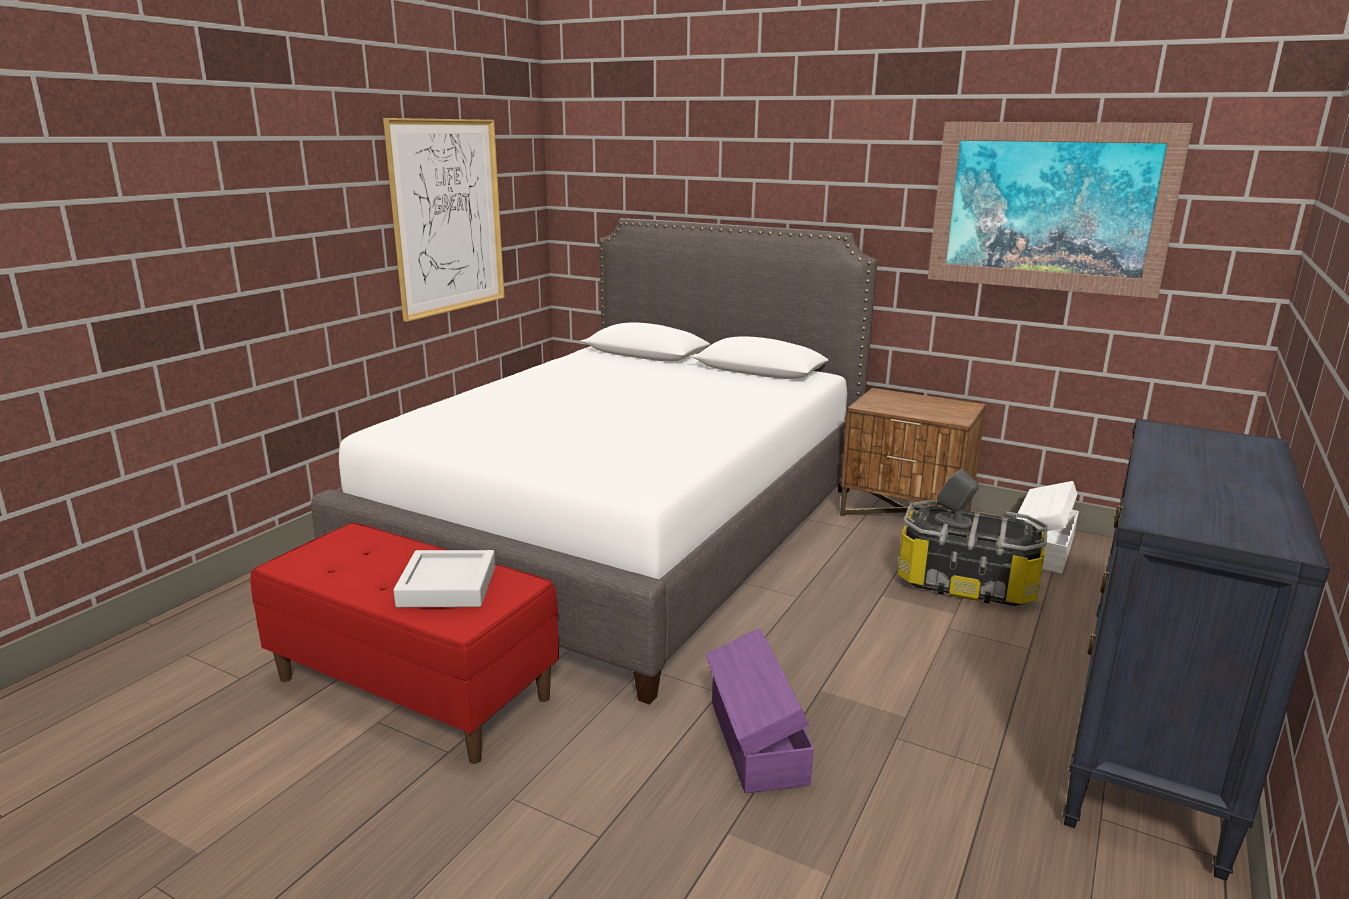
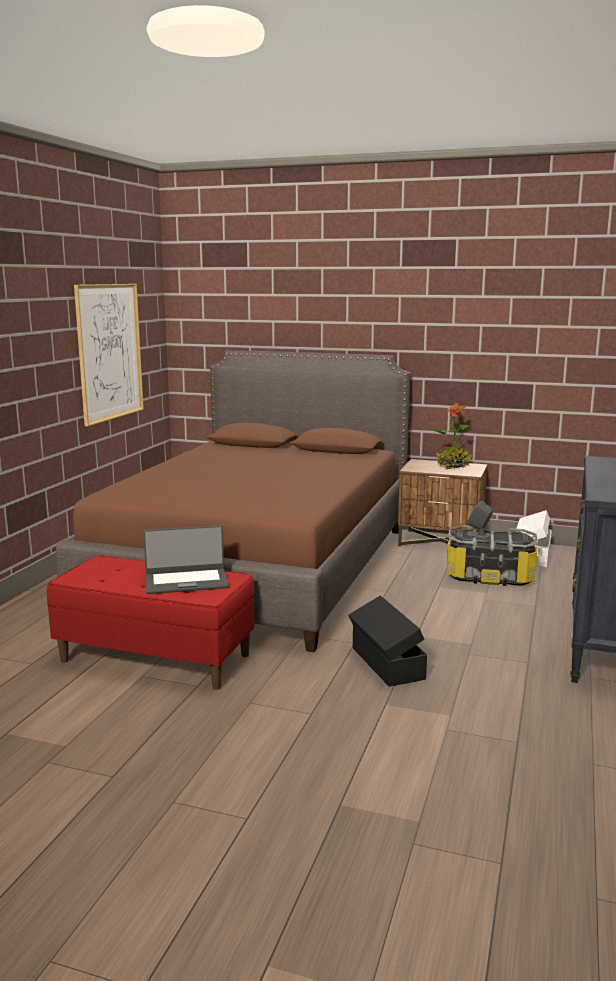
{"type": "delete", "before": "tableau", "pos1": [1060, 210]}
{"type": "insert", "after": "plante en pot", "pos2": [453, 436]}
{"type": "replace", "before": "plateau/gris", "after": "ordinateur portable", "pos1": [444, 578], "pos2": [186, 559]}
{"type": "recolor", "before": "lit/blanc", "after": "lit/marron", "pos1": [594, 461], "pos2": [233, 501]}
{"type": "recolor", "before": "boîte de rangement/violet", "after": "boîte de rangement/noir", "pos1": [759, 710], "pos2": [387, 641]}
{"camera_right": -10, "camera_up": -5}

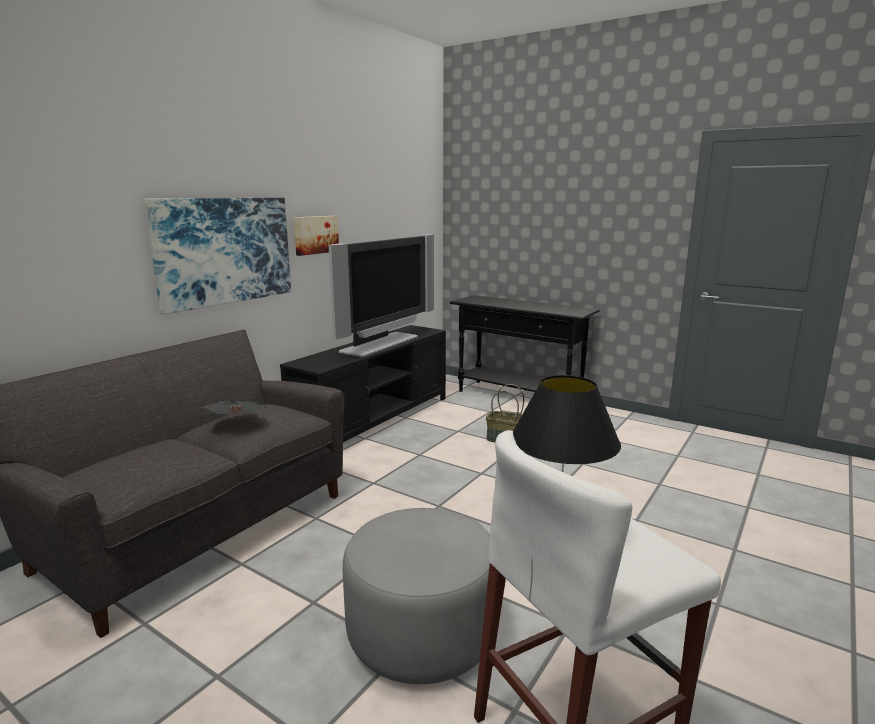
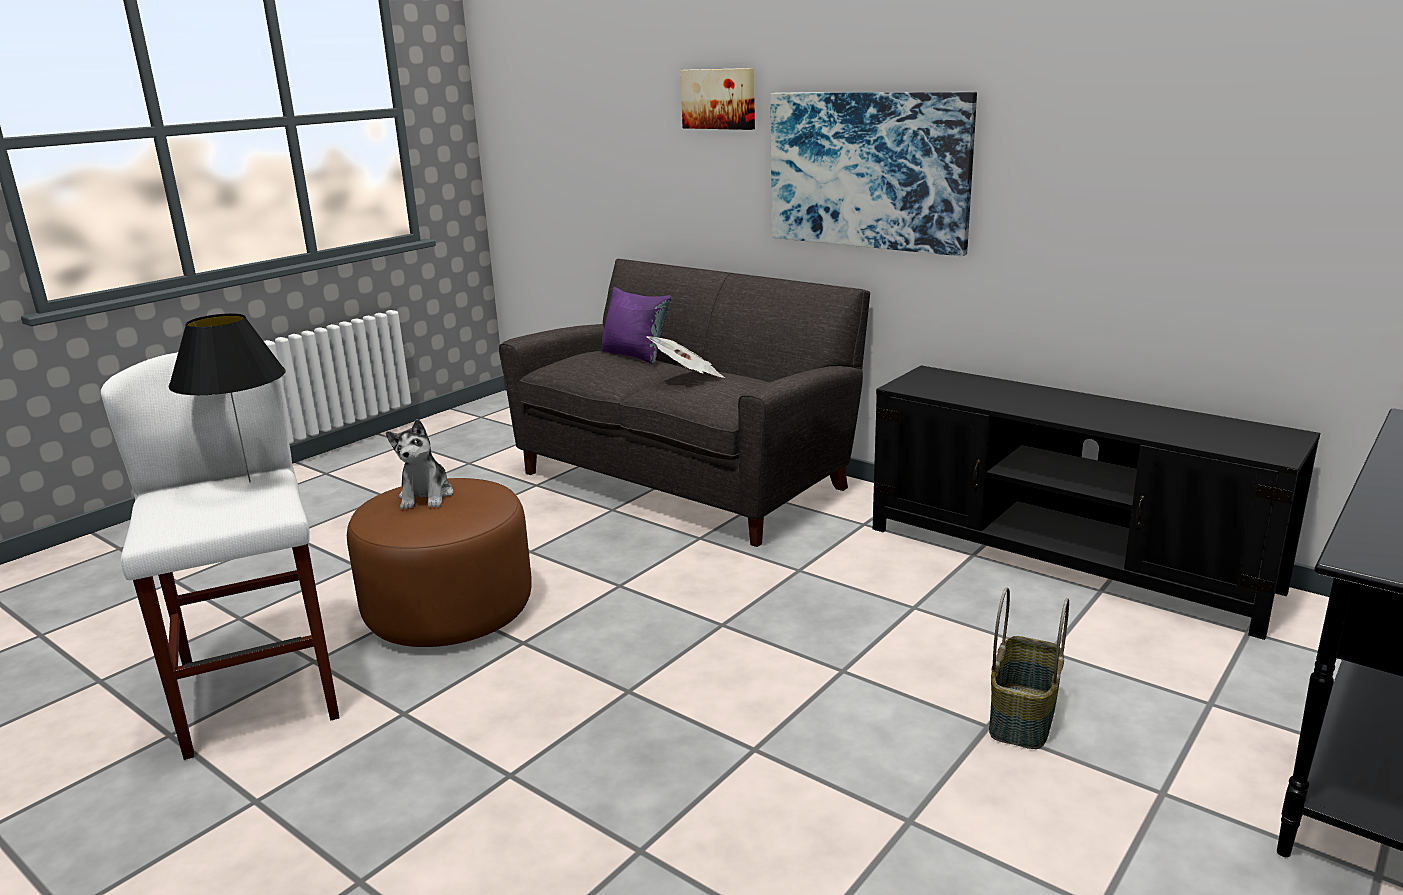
{"type": "delete", "before": "téléviseur", "pos1": [381, 295]}
{"type": "insert", "after": "peluche", "pos2": [419, 464]}
{"type": "insert", "after": "coussin/violet", "pos2": [636, 325]}
{"type": "move", "before": "tableau", "pos1": [316, 236], "pos2": [717, 99]}
{"type": "recolor", "before": "pouf/gris", "after": "pouf/marron", "pos1": [416, 596], "pos2": [439, 562]}
{"camera_right": 95, "camera_up": 5}

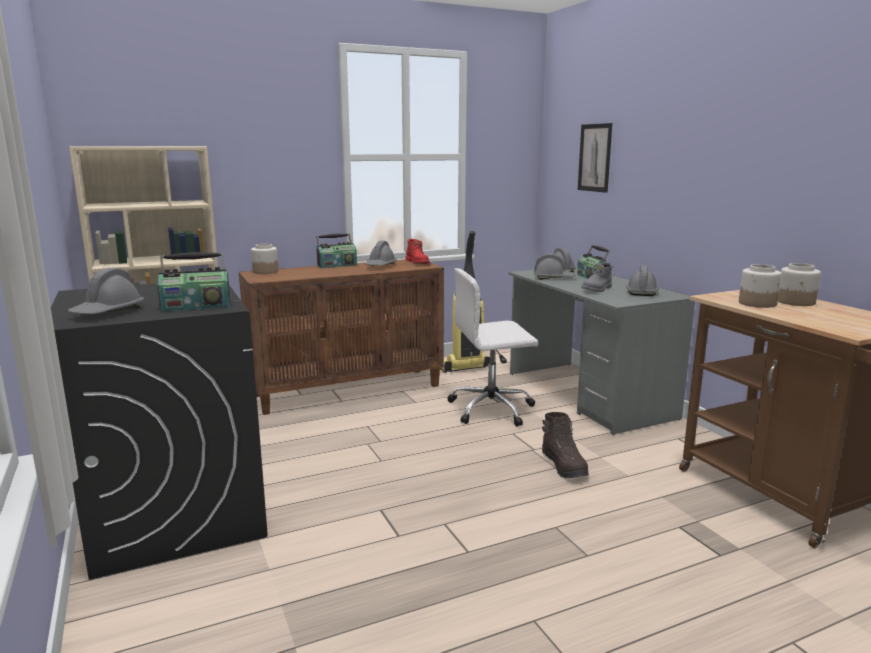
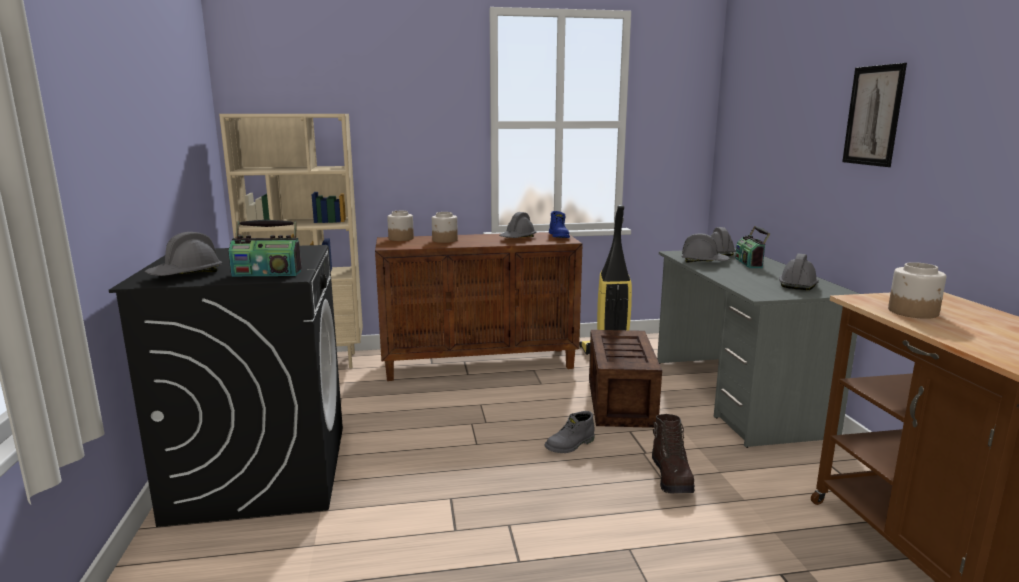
{"type": "delete", "before": "radio", "pos1": [336, 251]}
{"type": "move", "before": "tableau", "pos1": [595, 158], "pos2": [874, 115]}
{"type": "move", "before": "botte/gris", "pos1": [597, 277], "pos2": [569, 432]}
{"type": "move", "before": "bocal", "pos1": [799, 284], "pos2": [445, 227]}
{"type": "replace", "before": "chaise de bureau/blanc", "after": "caisse", "pos1": [493, 347], "pos2": [625, 379]}
{"type": "recolor", "before": "botte/rouge", "after": "botte/bleu", "pos1": [417, 251], "pos2": [559, 224]}
{"camera_right": 15, "camera_up": 0}

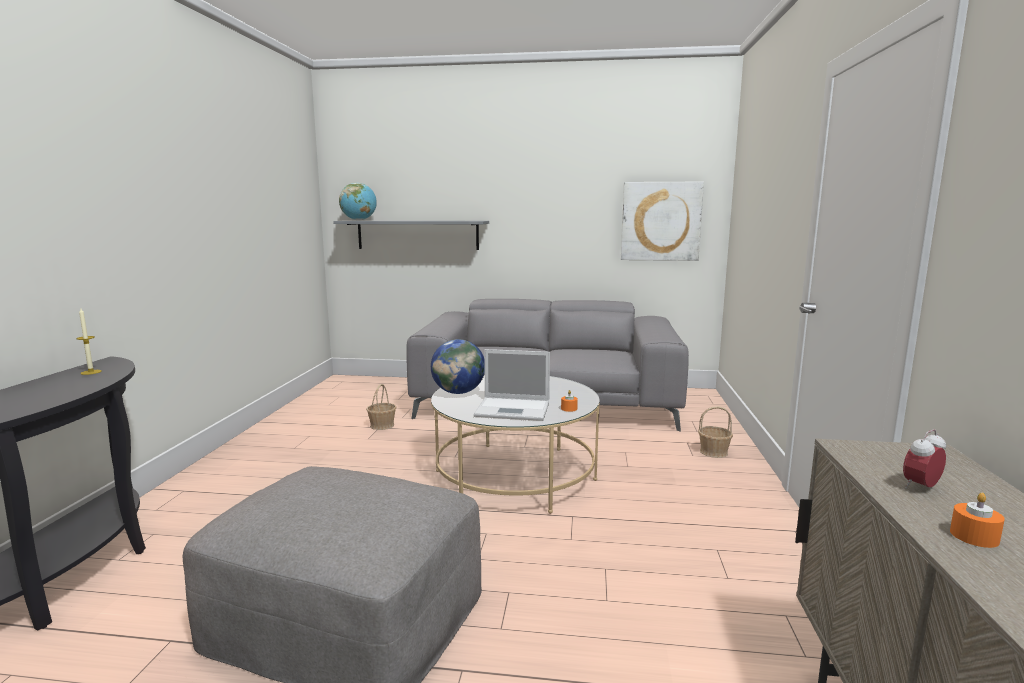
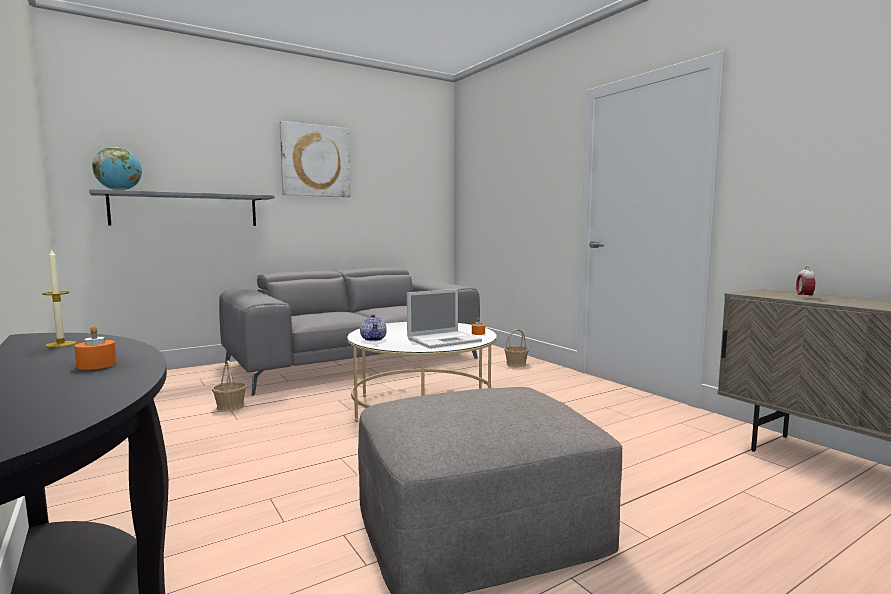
{"type": "move", "before": "tableau", "pos1": [662, 221], "pos2": [315, 159]}
{"type": "move", "before": "bougie/orange", "pos1": [977, 520], "pos2": [96, 348]}
{"type": "replace", "before": "globe", "after": "théière", "pos1": [458, 366], "pos2": [373, 327]}
{"camera_right": -40, "camera_up": -5}

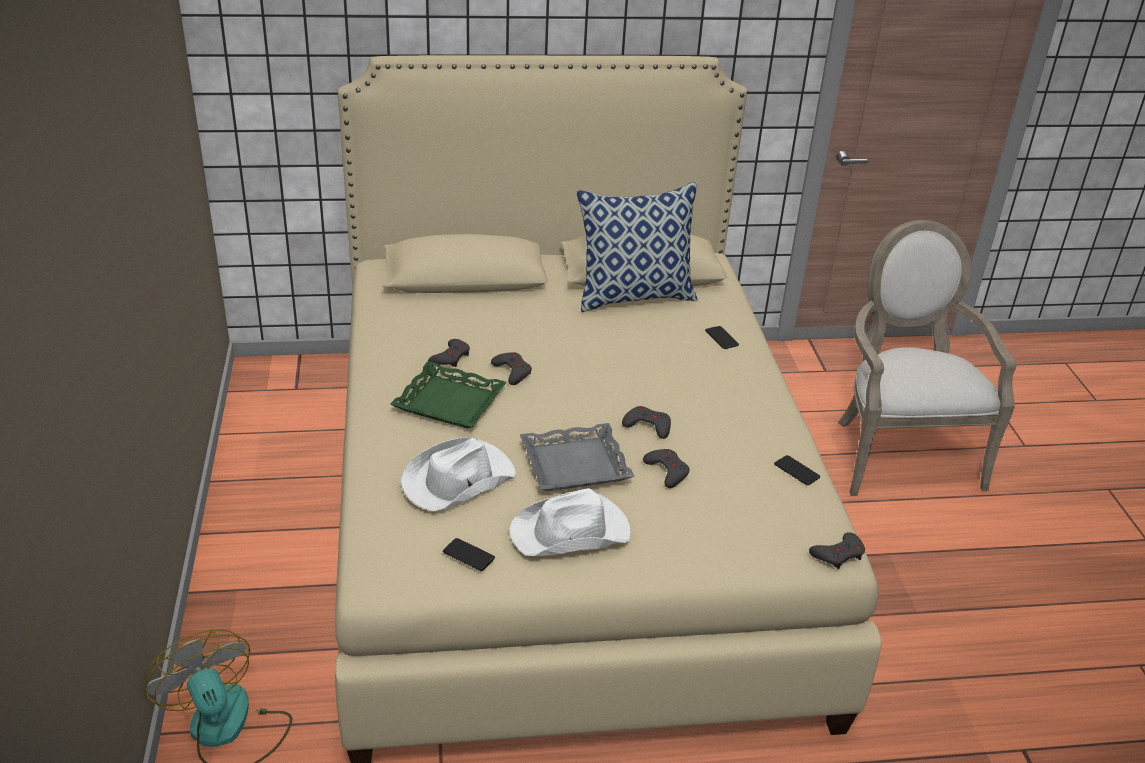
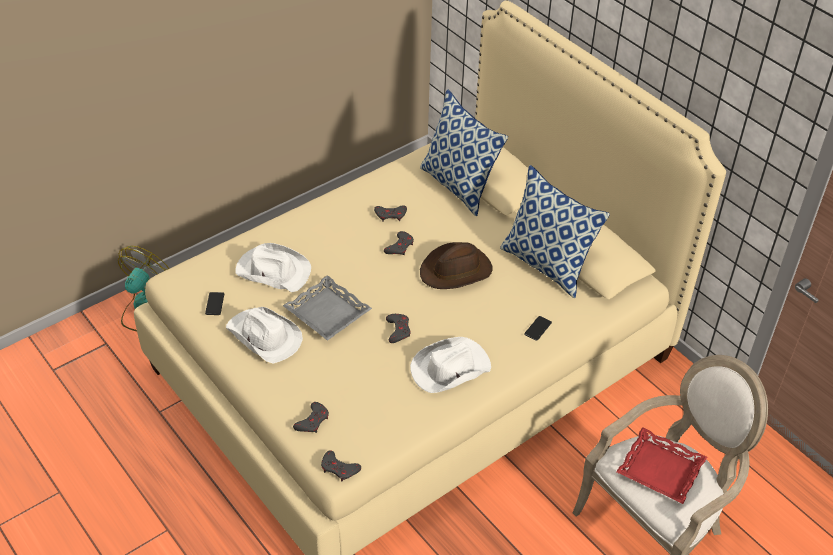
{"type": "delete", "before": "plateau/vert", "pos1": [449, 394]}
{"type": "delete", "before": "téléphone", "pos1": [797, 470]}
{"type": "insert", "after": "chapeau/blanc", "pos2": [450, 365]}
{"type": "insert", "after": "coussin", "pos2": [464, 152]}
{"type": "insert", "after": "chapeau/marron", "pos2": [456, 265]}
{"type": "insert", "after": "plateau/rouge", "pos2": [661, 465]}
{"type": "move", "before": "manette/gris", "pos1": [666, 468], "pos2": [311, 417]}
{"camera_right": 60, "camera_up": 10}

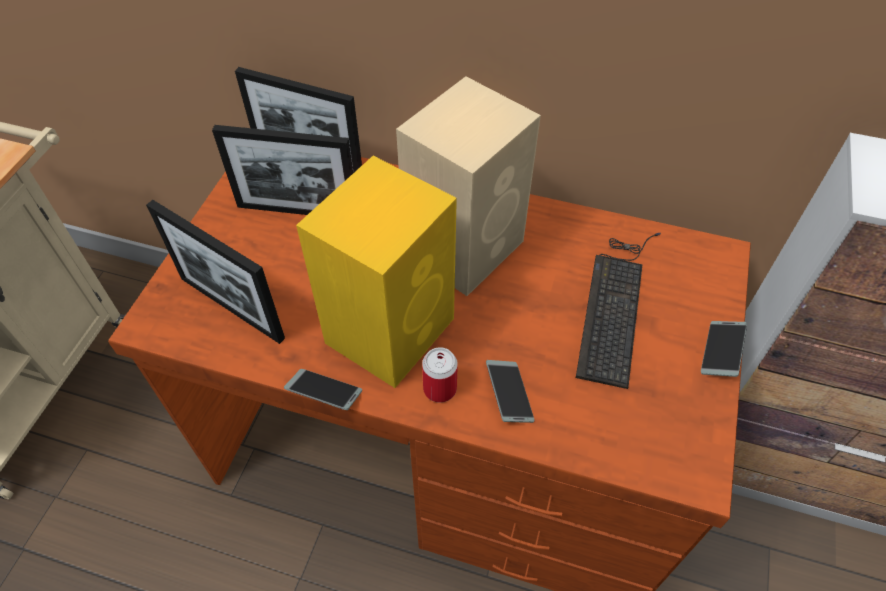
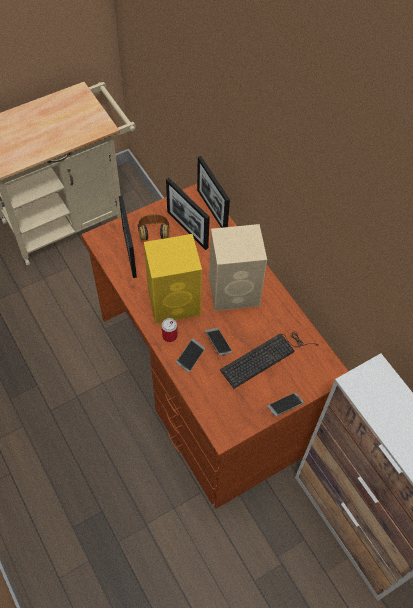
{"type": "insert", "after": "casque audio", "pos2": [153, 227]}
{"type": "move", "before": "téléphone", "pos1": [323, 389], "pos2": [218, 342]}
{"camera_right": 40, "camera_up": 5}

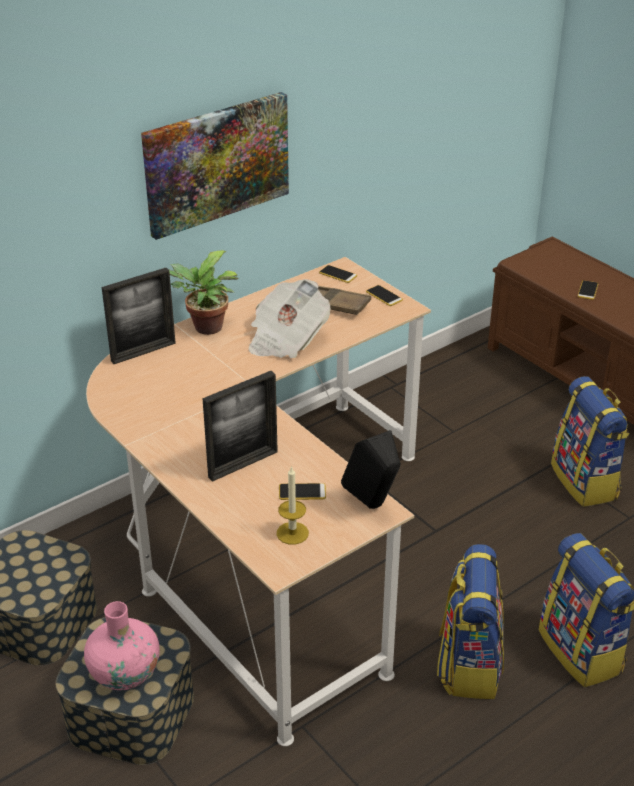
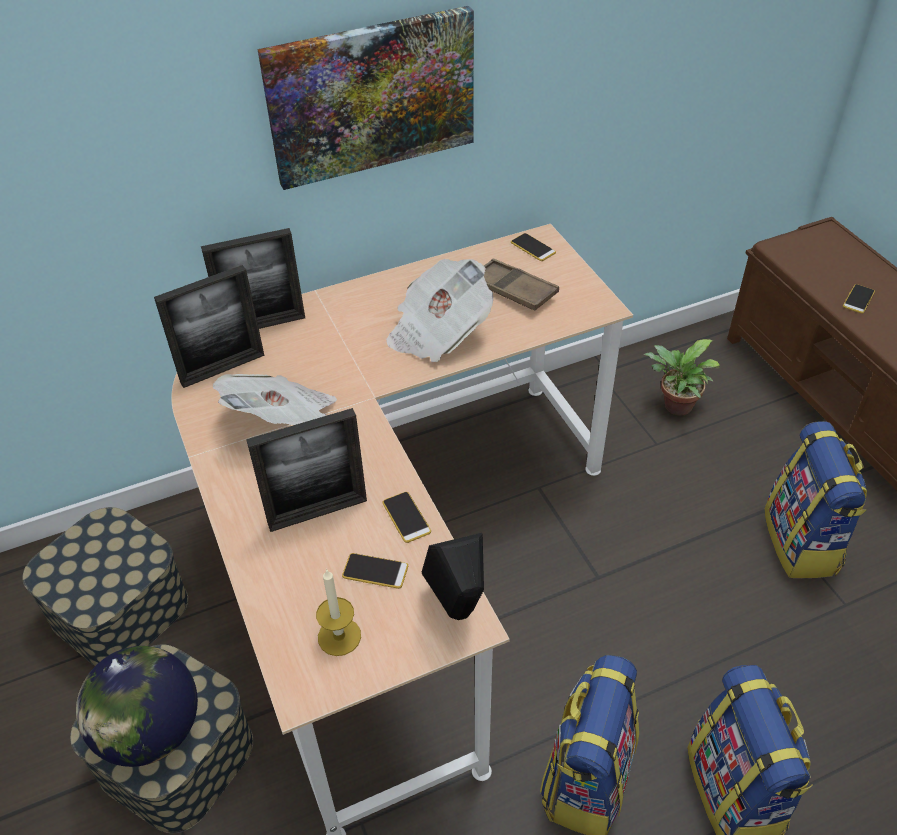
{"type": "insert", "after": "cadre photo", "pos2": [209, 326]}
{"type": "insert", "after": "journal", "pos2": [275, 399]}
{"type": "move", "before": "plante en pot", "pos1": [203, 292], "pos2": [681, 377]}
{"type": "move", "before": "téléphone", "pos1": [384, 295], "pos2": [406, 517]}
{"type": "replace", "before": "vase/rose", "after": "globe", "pos1": [122, 645], "pos2": [137, 706]}
{"camera_right": 15, "camera_up": 10}

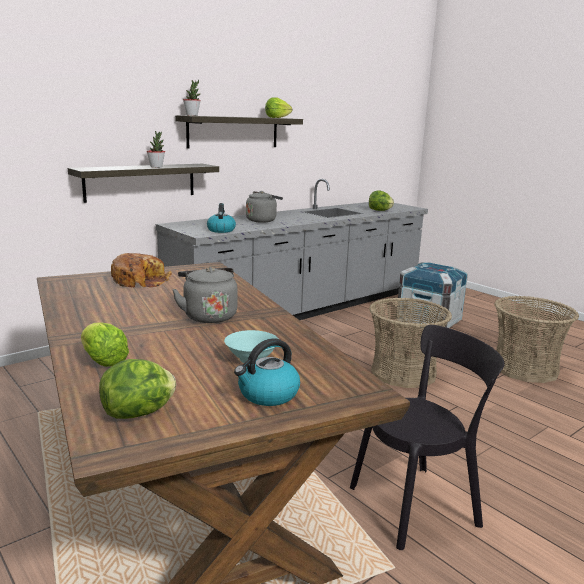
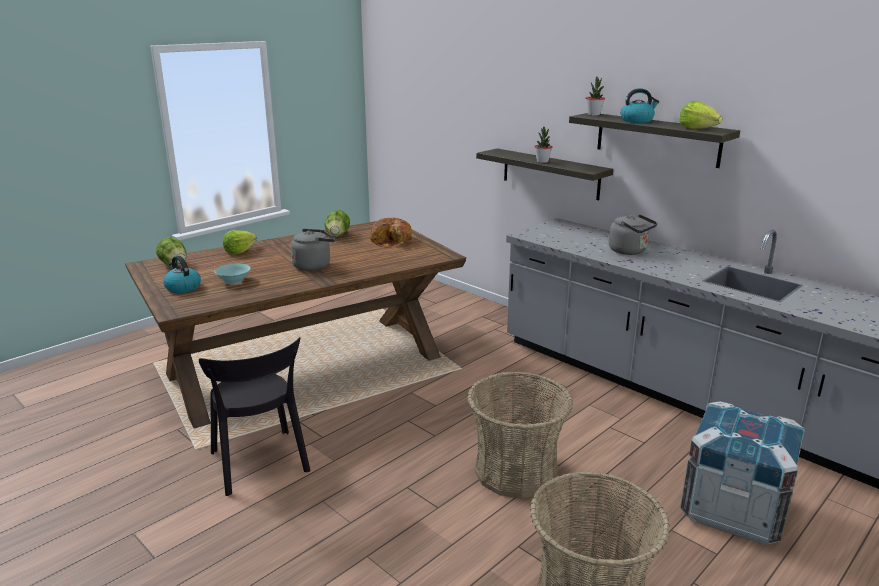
{"type": "move", "before": "bouilloire", "pos1": [221, 218], "pos2": [640, 105]}
{"type": "move", "before": "laitue", "pos1": [381, 201], "pos2": [337, 223]}
{"camera_right": 85, "camera_up": 5}

